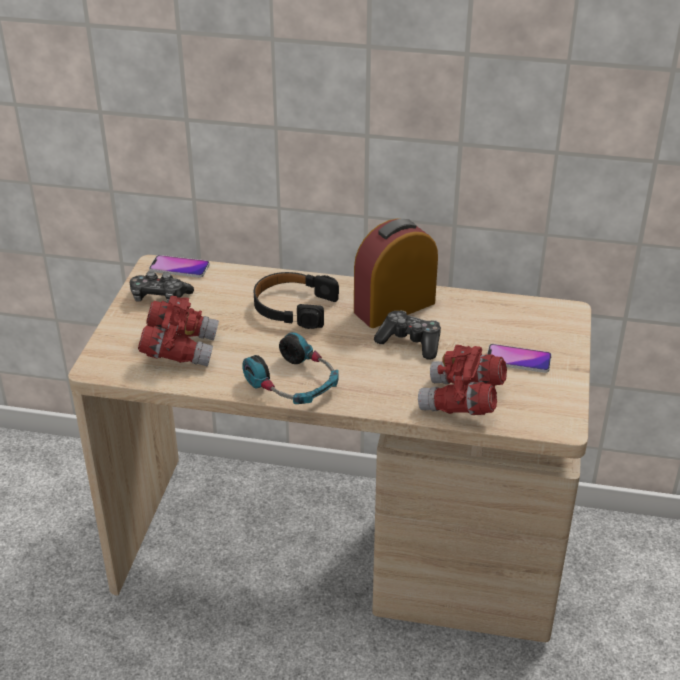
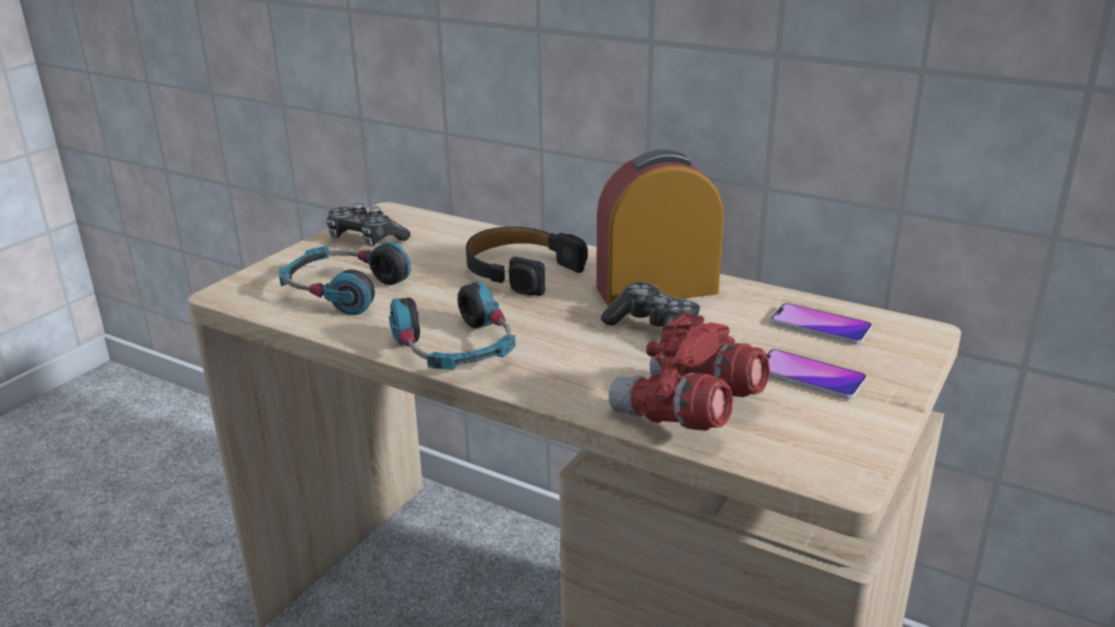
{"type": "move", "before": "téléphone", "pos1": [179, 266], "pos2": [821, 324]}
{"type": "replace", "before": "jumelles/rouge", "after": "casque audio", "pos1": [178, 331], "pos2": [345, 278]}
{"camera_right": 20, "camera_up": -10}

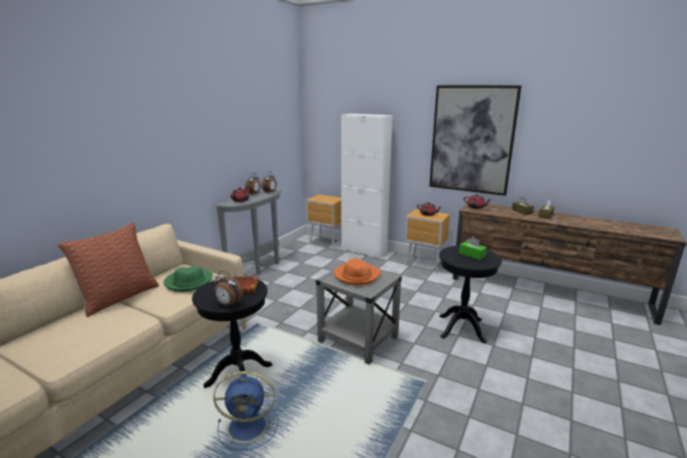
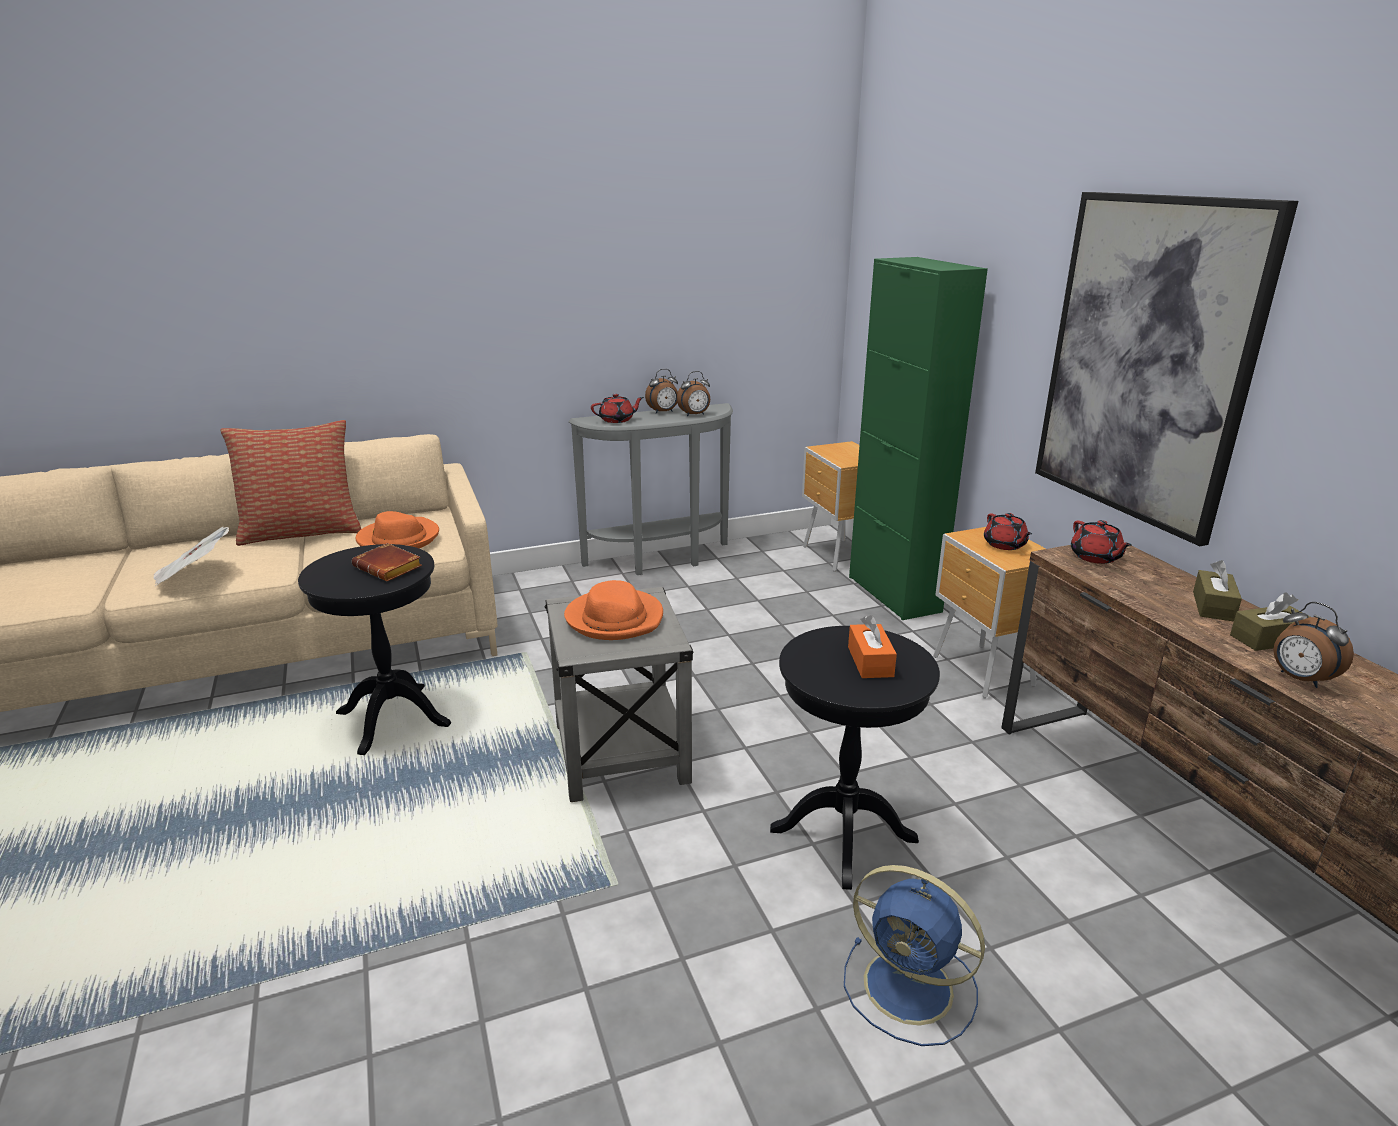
{"type": "insert", "after": "journal", "pos2": [191, 556]}
{"type": "move", "before": "réveil", "pos1": [228, 288], "pos2": [1313, 645]}
{"type": "move", "before": "ventilateur/bleu", "pos1": [245, 410], "pos2": [914, 955]}
{"type": "recolor", "before": "chapeau/vert", "after": "chapeau/orange", "pos1": [188, 279], "pos2": [397, 529]}
{"type": "recolor", "before": "meuble de rangement/blanc", "after": "meuble de rangement/vert", "pos1": [367, 186], "pos2": [918, 438]}
{"type": "recolor", "before": "boîte à mouchoirs/vert", "after": "boîte à mouchoirs/orange", "pos1": [473, 248], "pos2": [872, 646]}
{"camera_right": 40, "camera_up": 5}

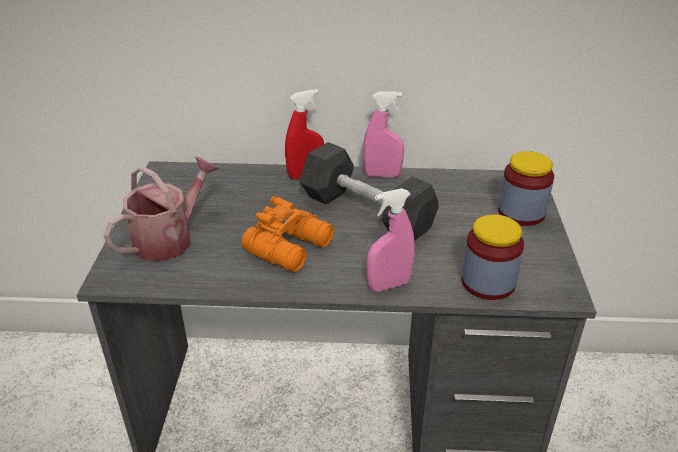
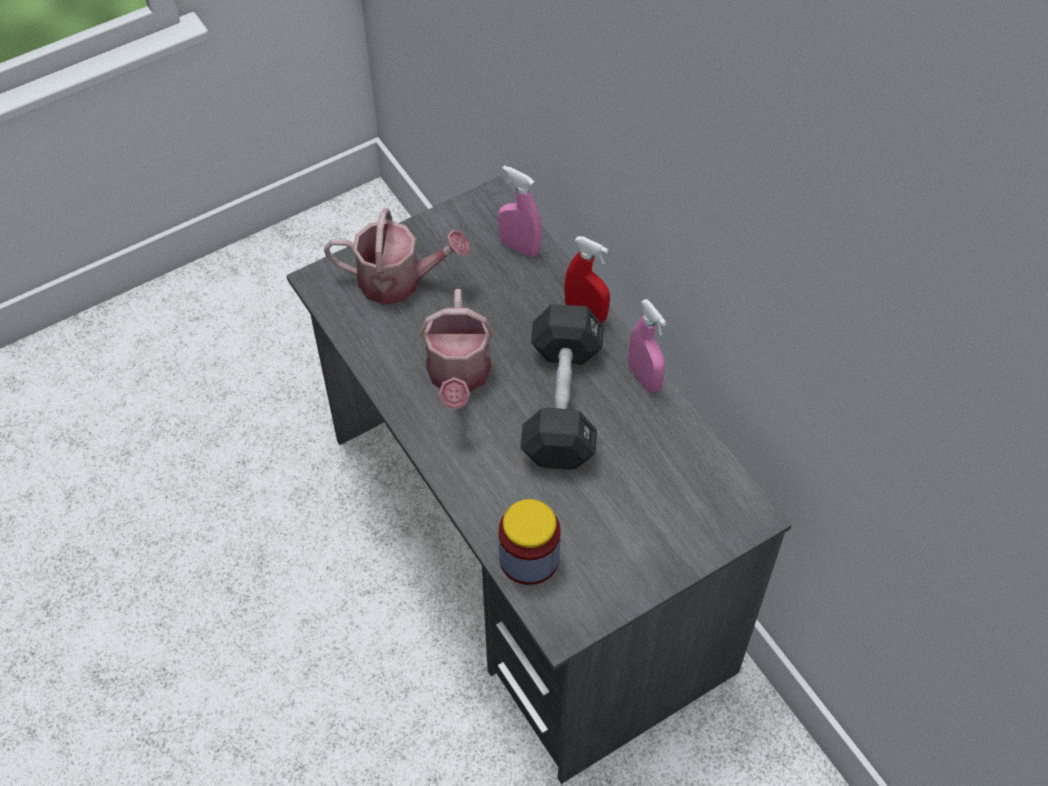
{"type": "delete", "before": "bocal", "pos1": [526, 188]}
{"type": "move", "before": "vaporisateur/rose", "pos1": [390, 240], "pos2": [520, 211]}
{"type": "replace", "before": "jumelles/orange", "after": "arrosoir", "pos1": [287, 234], "pos2": [457, 349]}
{"camera_right": 55, "camera_up": 20}

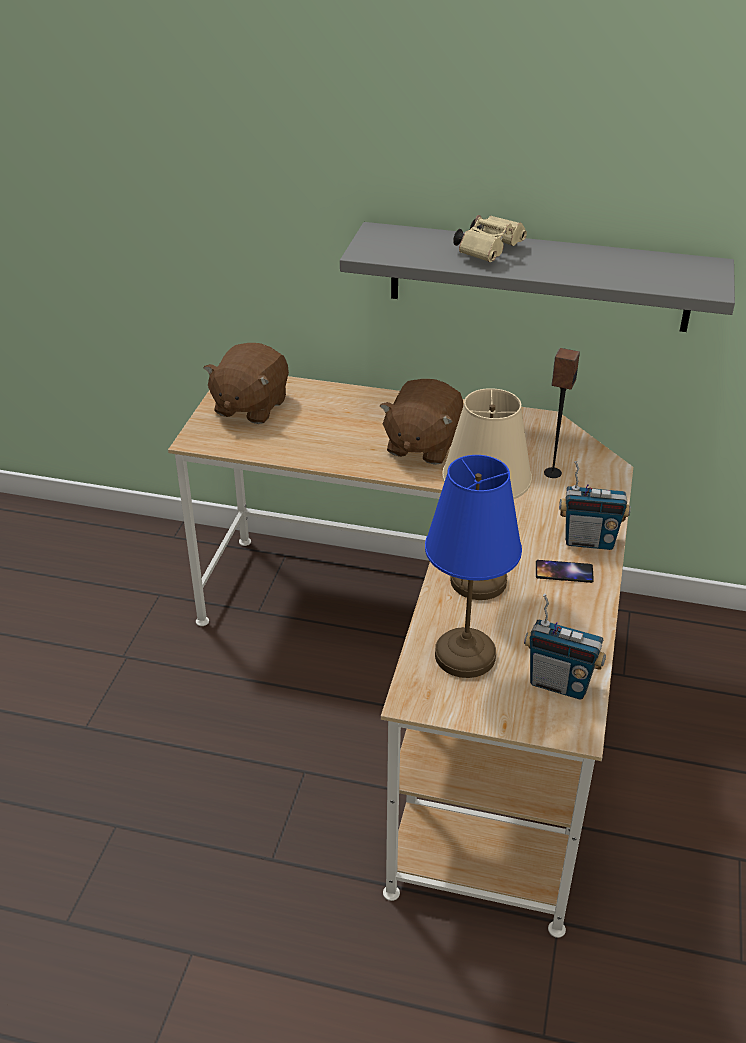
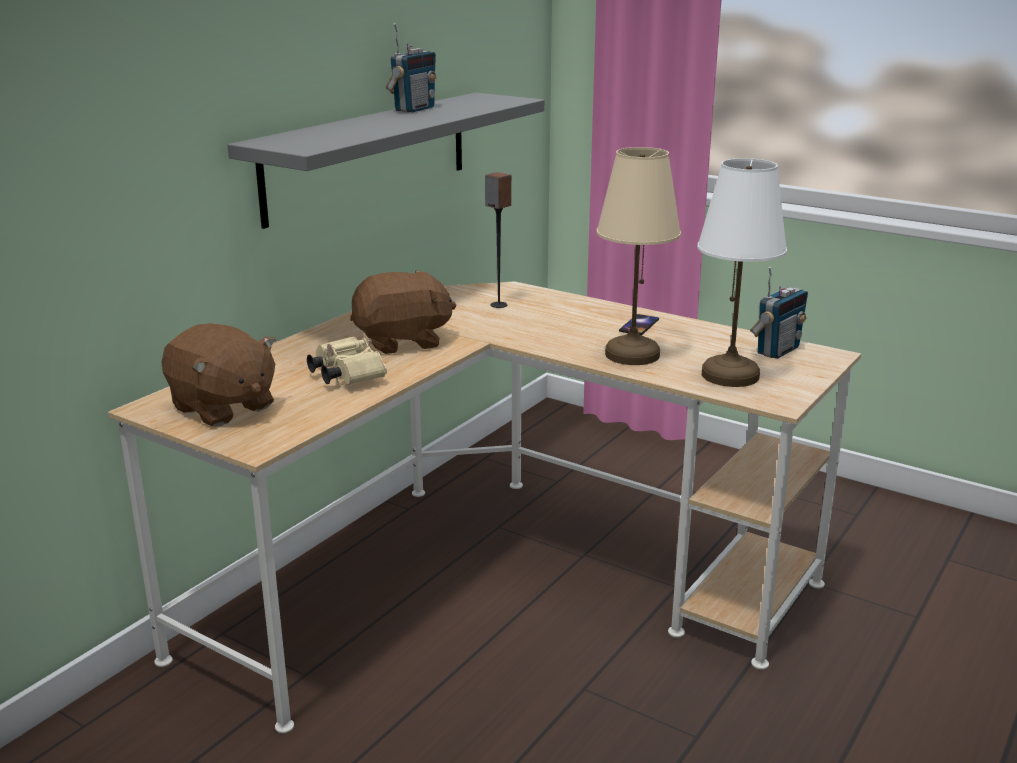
{"type": "move", "before": "jumelles/beige", "pos1": [490, 238], "pos2": [347, 361]}
{"type": "move", "before": "radio", "pos1": [595, 505], "pos2": [411, 68]}
{"type": "recolor", "before": "lampe de table/bleu", "after": "lampe de table/blanc", "pos1": [473, 566], "pos2": [742, 272]}
{"type": "rotate", "before": "peluche/marron", "pos1": [421, 422], "pos2": [403, 312], "turn": -60}
{"camera_right": -70, "camera_up": -15}

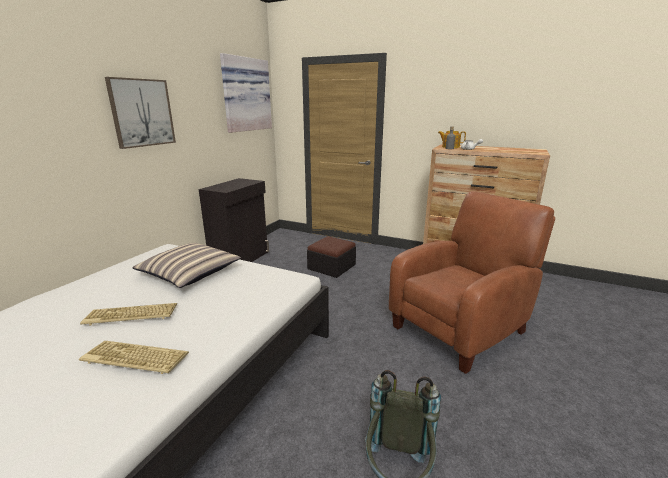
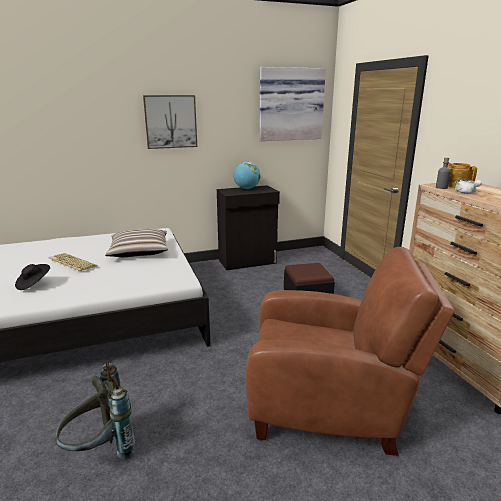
{"type": "insert", "after": "globe", "pos2": [247, 175]}
{"type": "replace", "before": "clavier", "after": "chapeau/noir", "pos1": [134, 357], "pos2": [32, 277]}
{"camera_right": 45, "camera_up": 0}

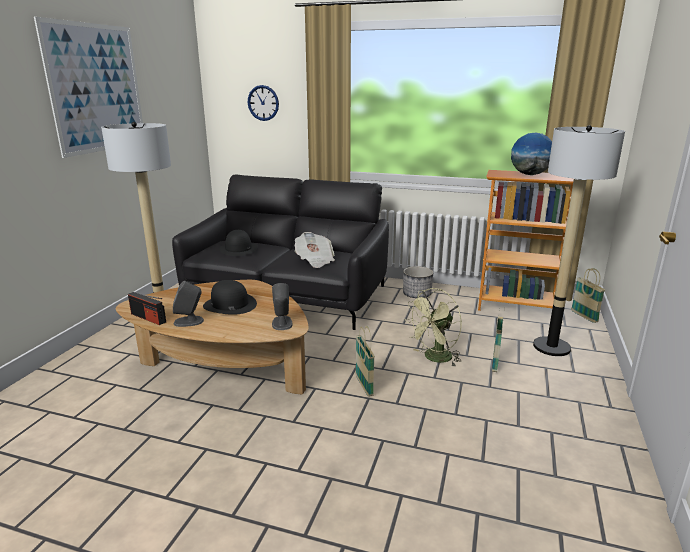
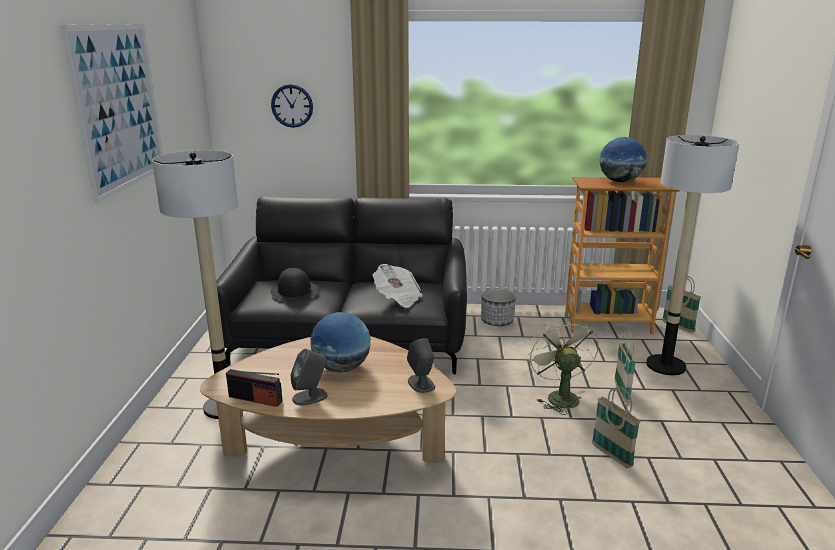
{"type": "move", "before": "panier", "pos1": [365, 361], "pos2": [616, 427]}
{"type": "replace", "before": "chapeau/noir", "after": "globe", "pos1": [230, 297], "pos2": [341, 342]}
{"type": "rotate", "before": "ventilateur/vert", "pos1": [433, 327], "pos2": [563, 366], "turn": 135}
{"camera_right": -15, "camera_up": 0}

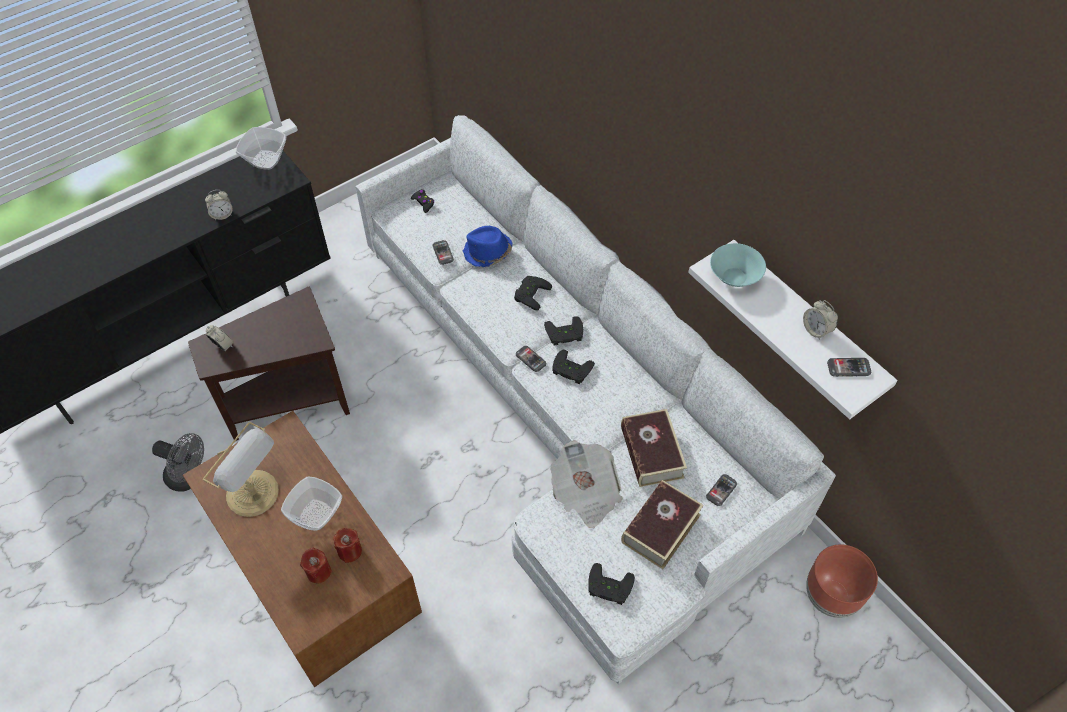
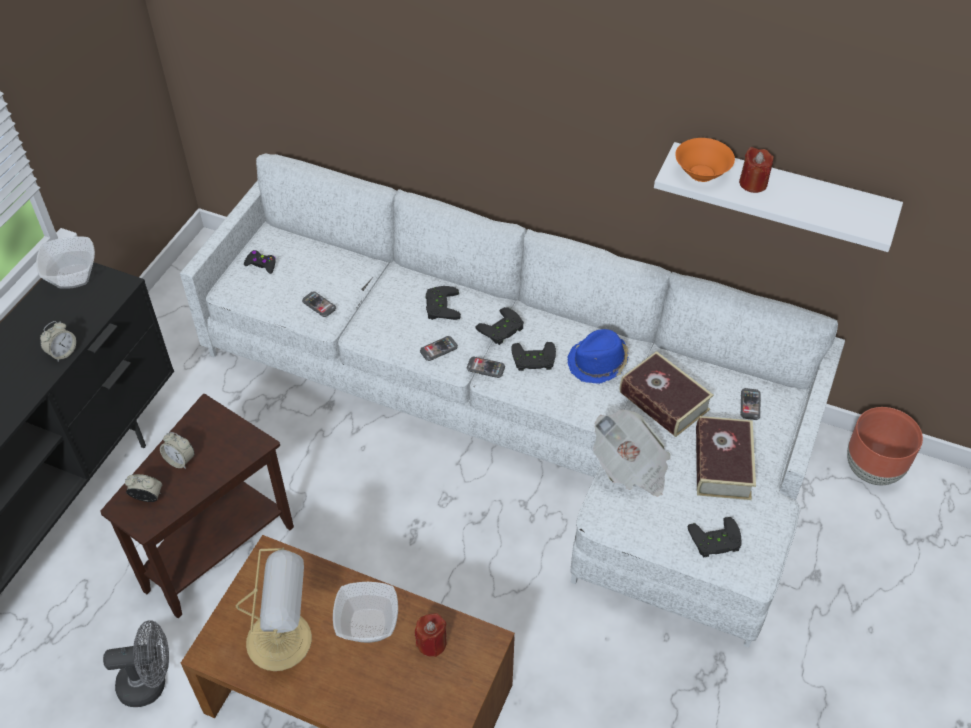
{"type": "move", "before": "bougie/rouge", "pos1": [316, 565], "pos2": [756, 170]}
{"type": "move", "before": "chapeau/bleu", "pos1": [487, 246], "pos2": [598, 356]}
{"type": "move", "before": "réveil", "pos1": [820, 320], "pos2": [177, 450]}
{"type": "move", "before": "téléphone", "pos1": [849, 367], "pos2": [439, 348]}
{"type": "recolor", "before": "bol/turquoise", "after": "bol/orange", "pos1": [738, 265], "pos2": [705, 160]}
{"camera_right": -30, "camera_up": -5}

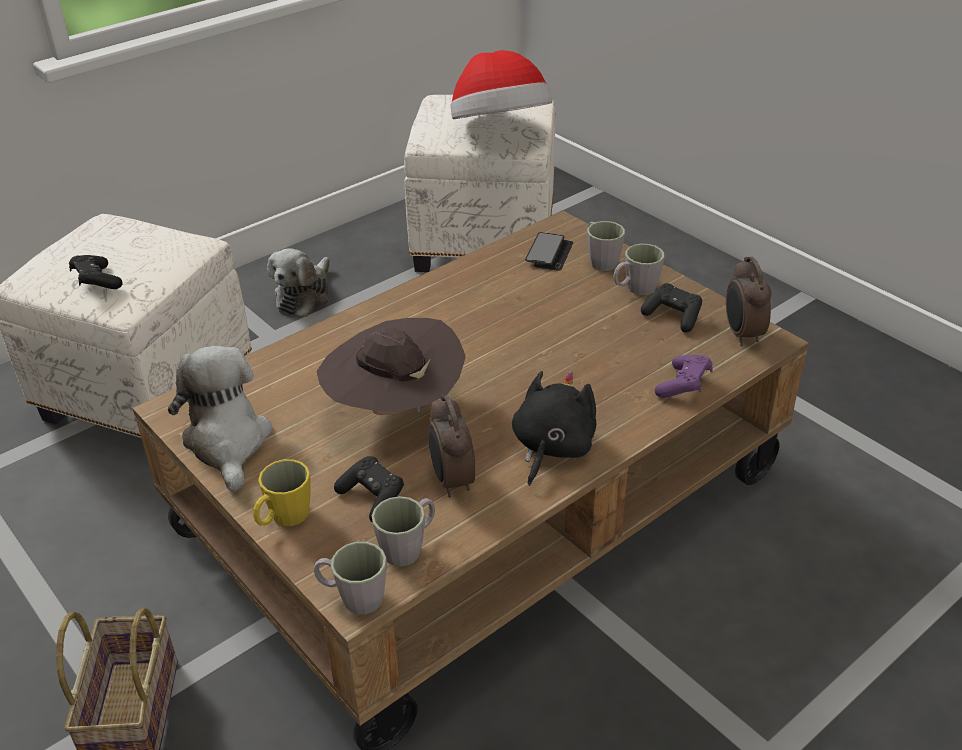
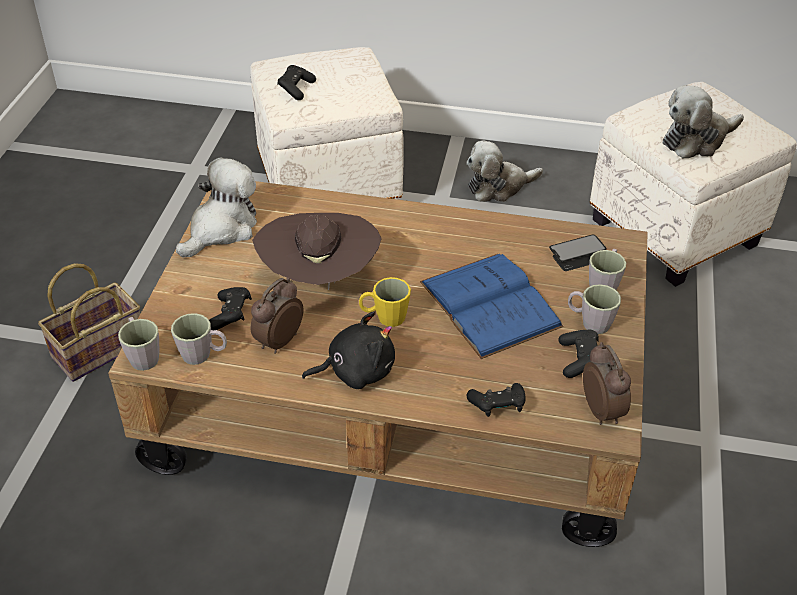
{"type": "insert", "after": "livre/bleu", "pos2": [492, 306]}
{"type": "move", "before": "mug/jaune", "pos1": [282, 492], "pos2": [385, 302]}
{"type": "replace", "before": "chapeau", "after": "peluche", "pos1": [501, 84], "pos2": [703, 122]}
{"type": "recolor", "before": "manette/violet", "after": "manette/noir", "pos1": [684, 376], "pos2": [496, 400]}
{"type": "rotate", "before": "réveil", "pos1": [749, 301], "pos2": [607, 383], "turn": 120}
{"camera_right": 50, "camera_up": 5}

